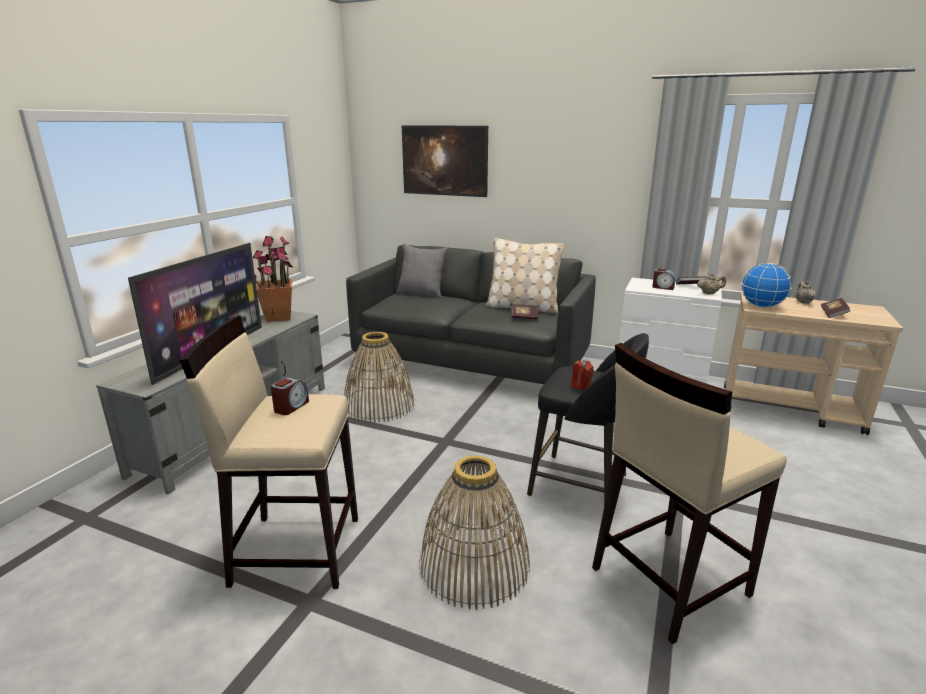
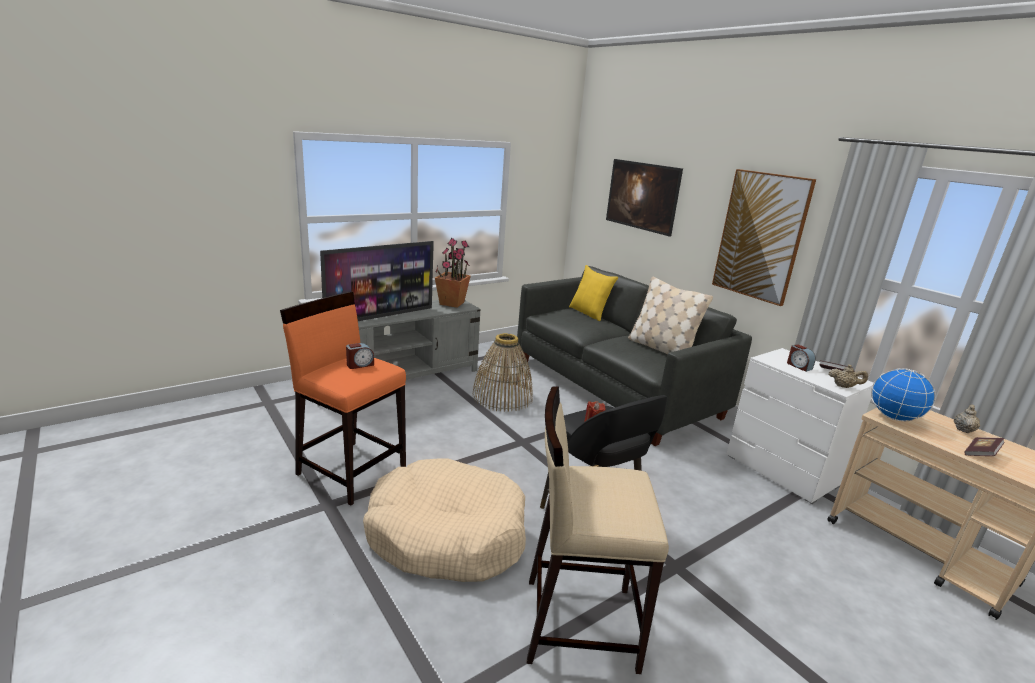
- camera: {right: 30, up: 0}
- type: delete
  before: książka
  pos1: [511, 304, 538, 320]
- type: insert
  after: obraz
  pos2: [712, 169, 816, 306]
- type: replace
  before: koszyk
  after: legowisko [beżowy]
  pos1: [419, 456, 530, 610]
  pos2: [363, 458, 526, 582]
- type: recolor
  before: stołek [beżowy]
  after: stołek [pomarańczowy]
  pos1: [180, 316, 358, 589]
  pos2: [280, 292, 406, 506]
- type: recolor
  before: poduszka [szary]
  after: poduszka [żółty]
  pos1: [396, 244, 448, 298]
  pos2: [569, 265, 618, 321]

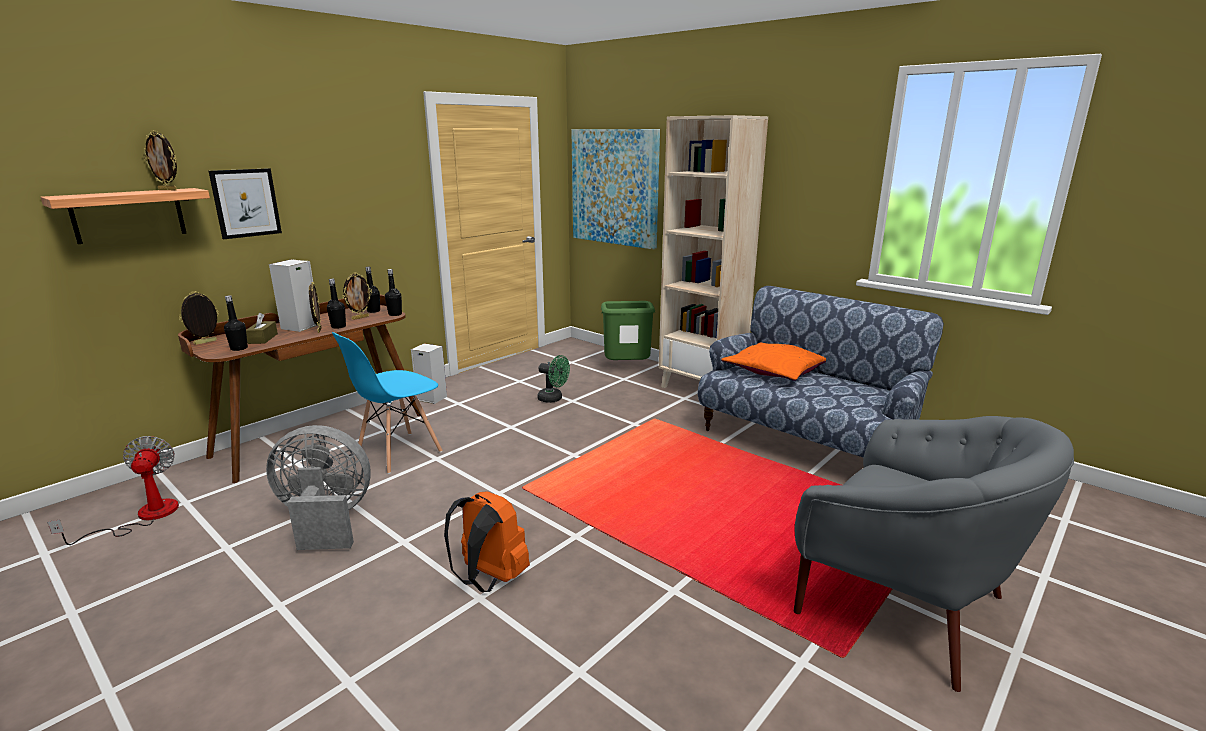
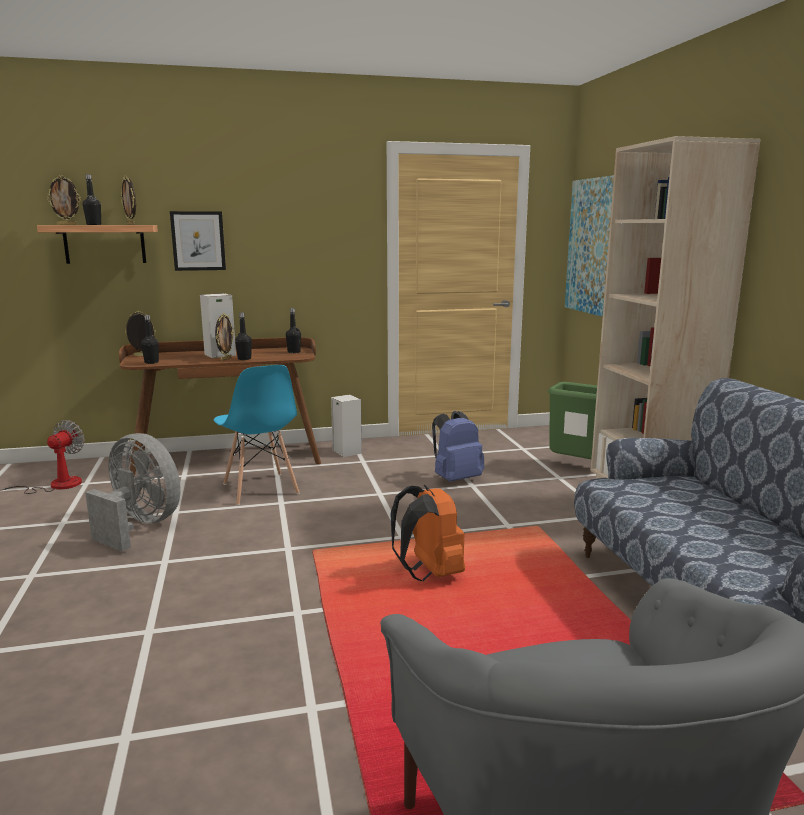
- camera: {right: 35, up: -5}
- type: delete
  before: pudełko chusteczek [brązowy]
  pos1: [246, 313, 278, 344]
- type: delete
  before: poduszka [pomarańczowy]
  pos1: [721, 343, 826, 381]
- type: move
  before: ramka na zdjęcie
  pos1: [342, 272, 372, 320]
  pos2: [47, 175, 81, 225]
- type: move
  before: butelka [czarny]
  pos1: [385, 269, 402, 316]
  pos2: [83, 174, 101, 225]
- type: move
  before: plecak [pomarańczowy]
  pos1: [444, 491, 530, 592]
  pos2: [391, 485, 465, 581]
- type: replace
  before: wentylator [zielony]
  after: plecak [niebieski]
  pos1: [537, 355, 570, 403]
  pos2: [432, 411, 484, 482]
- type: rotate
  before: krzesło [niebieski]
  pos1: [332, 332, 443, 474]
  pos2: [214, 365, 300, 505]
  turn: -105

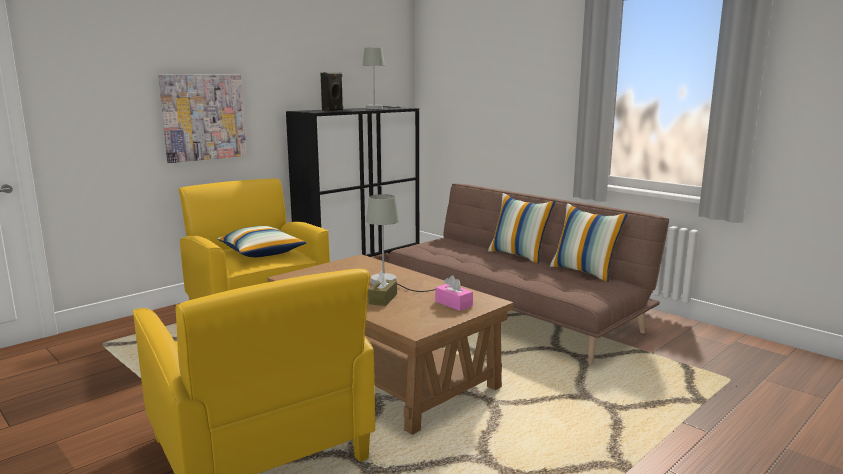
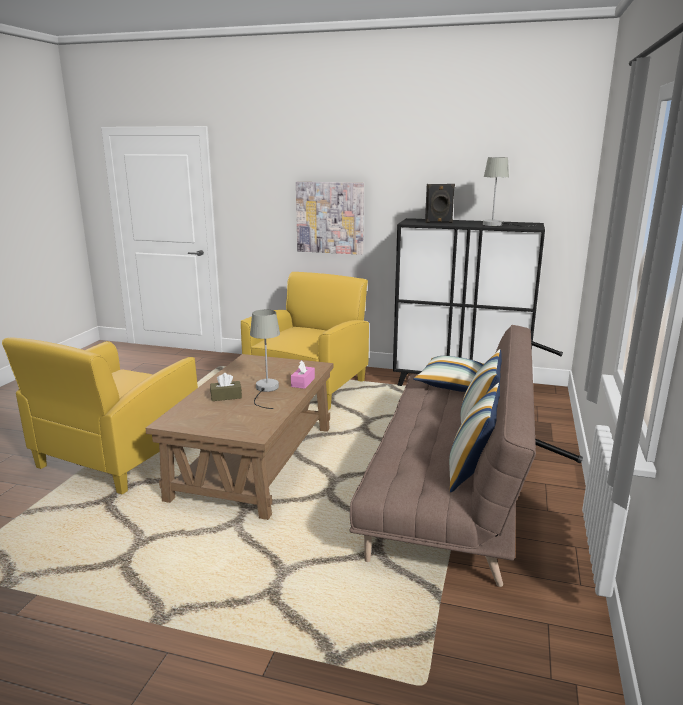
- camera: {right: 60, up: 5}
- type: move
  before: poduszka
  pos1: [218, 226, 307, 257]
  pos2: [413, 356, 484, 392]
- type: move
  before: pudełko chusteczek [różowy]
  pos1: [435, 275, 473, 311]
  pos2: [291, 360, 315, 389]

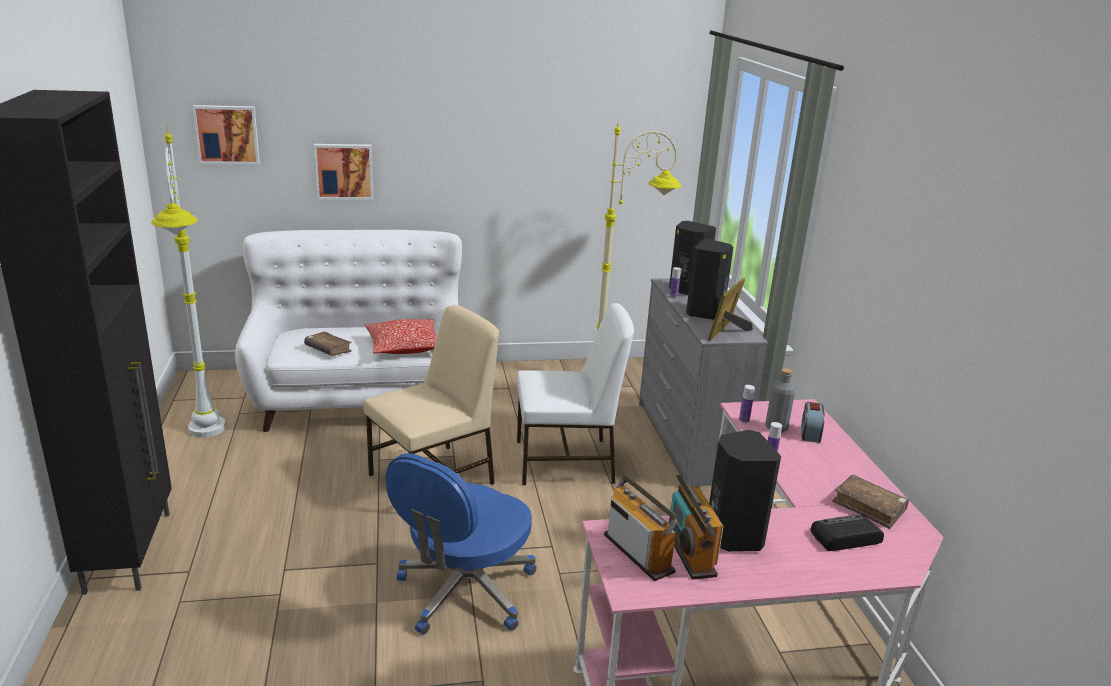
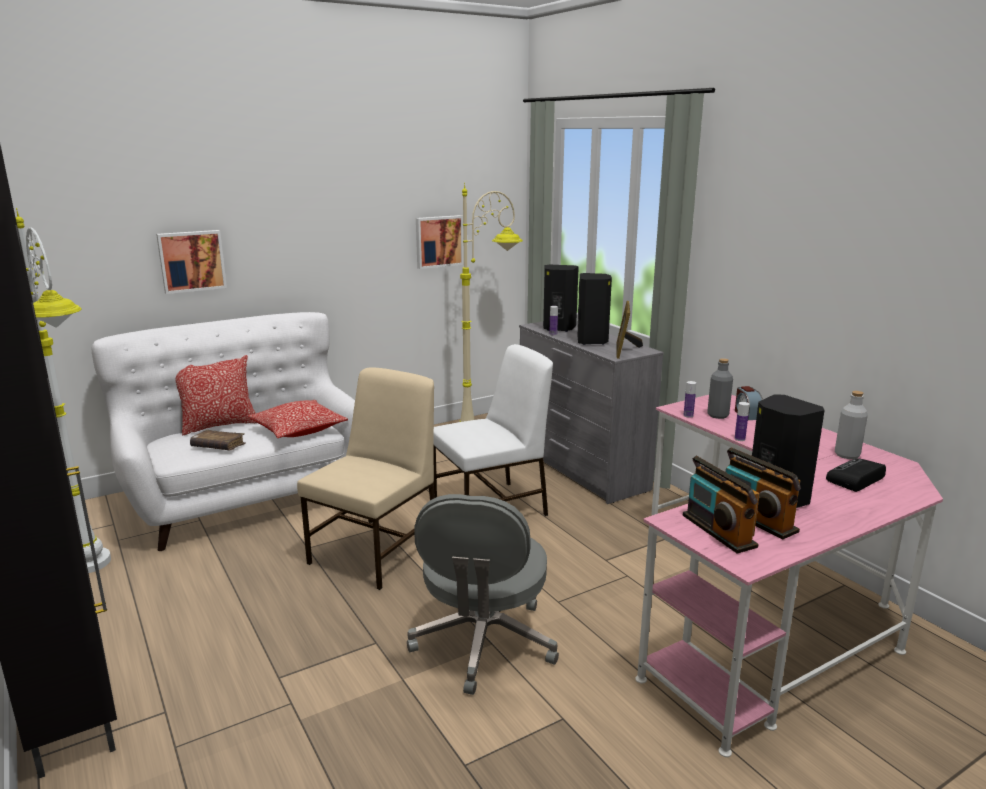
- camera: {right: -20, up: -5}
- type: insert
  after: poduszka
  pos2: [176, 355, 257, 436]
- type: move
  before: obraz
  pos1: [192, 105, 260, 165]
  pos2: [416, 215, 464, 269]
- type: replace
  before: książka [brązowy]
  after: butelka [szary]
  pos1: [832, 475, 909, 529]
  pos2: [835, 391, 868, 459]
- type: recolor
  before: krzesło biurowe [niebieski]
  after: krzesło biurowe [szary]
  pos1: [386, 453, 537, 635]
  pos2: [407, 494, 559, 695]
- type: rotate
  before: radio
  pos1: [604, 476, 678, 581]
  pos2: [683, 456, 760, 554]
  turn: -150

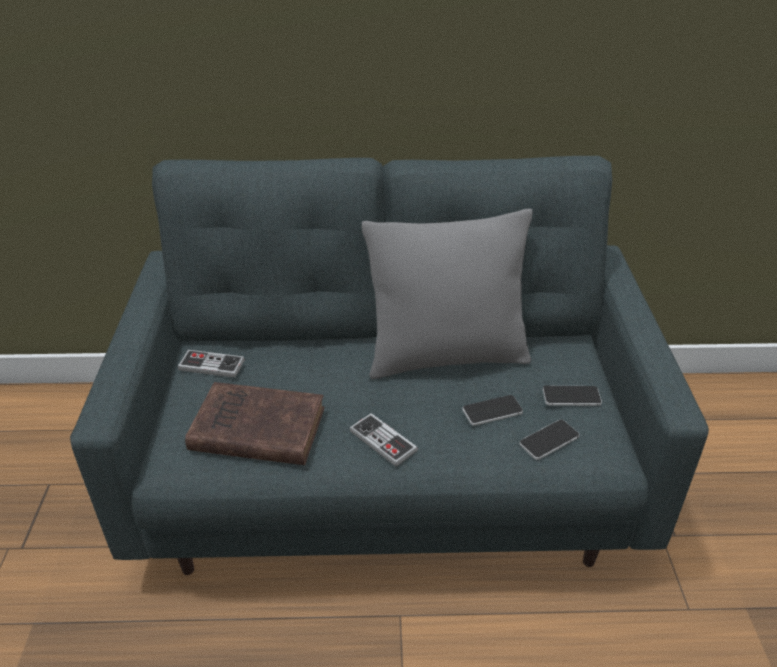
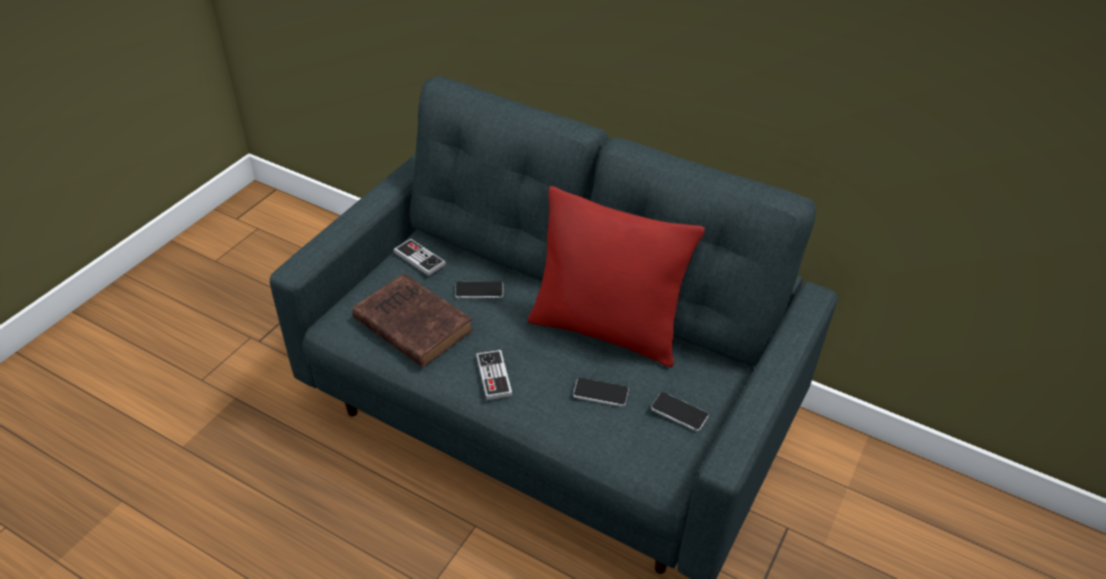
- camera: {right: 30, up: 5}
- type: move
  before: telefon
  pos1: [519, 419, 580, 460]
  pos2: [455, 281, 503, 298]
- type: recolor
  before: poduszka [szary]
  after: poduszka [czerwony]
  pos1: [362, 209, 533, 379]
  pos2: [528, 186, 705, 368]

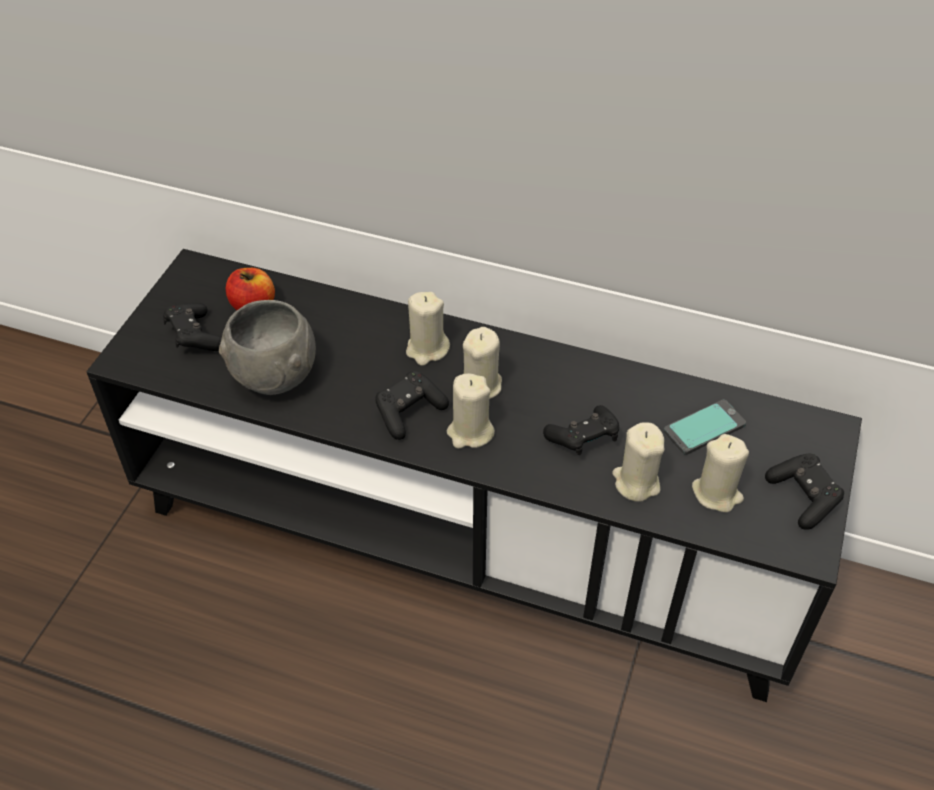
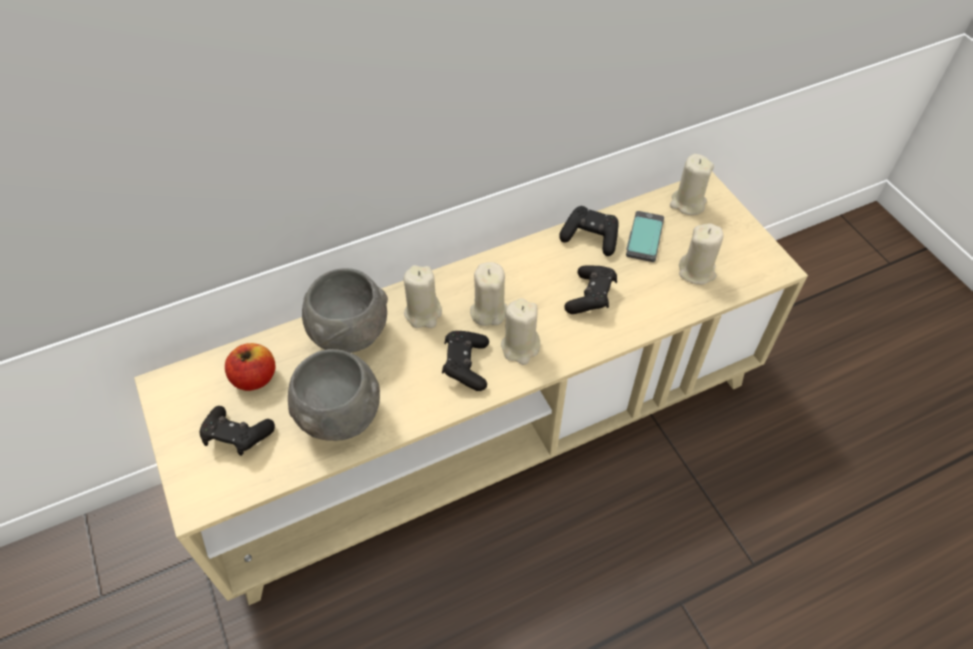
- camera: {right: -45, up: 5}
- type: insert
  after: miska [szary]
  pos2: [302, 268, 388, 353]
- type: move
  before: świeca [beżowy]
  pos1: [612, 422, 665, 502]
  pos2: [670, 154, 714, 215]
- type: move
  before: pad do gier [czarny]
  pos1: [765, 454, 844, 530]
  pos2: [559, 206, 619, 256]
- type: recolor
  before: szafka pod telewizor [czarny]
  after: szafka pod telewizor [beżowy]
  pos1: [86, 249, 862, 702]
  pos2: [134, 172, 808, 605]

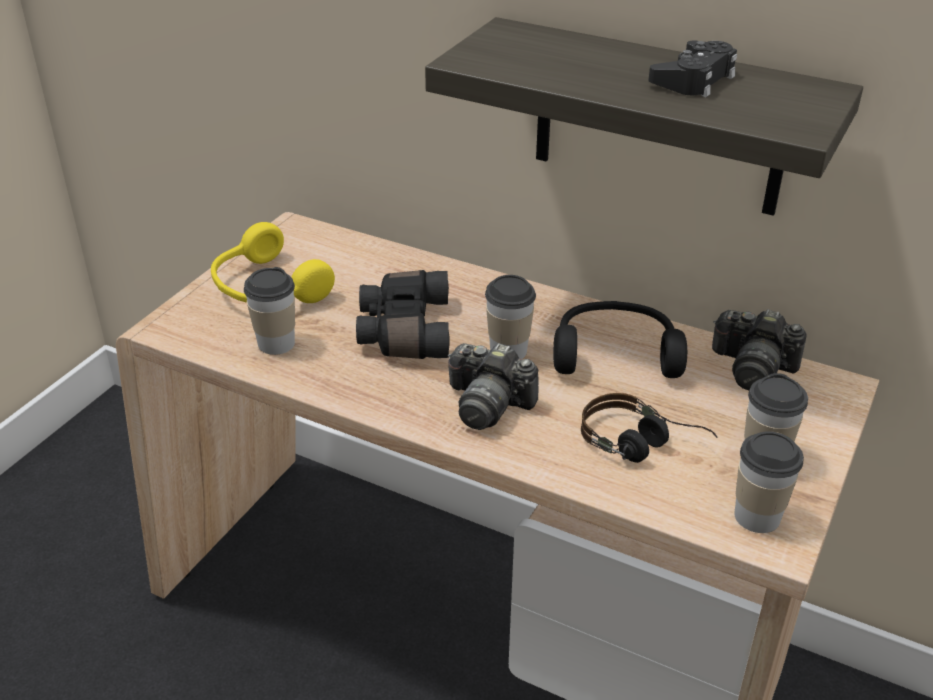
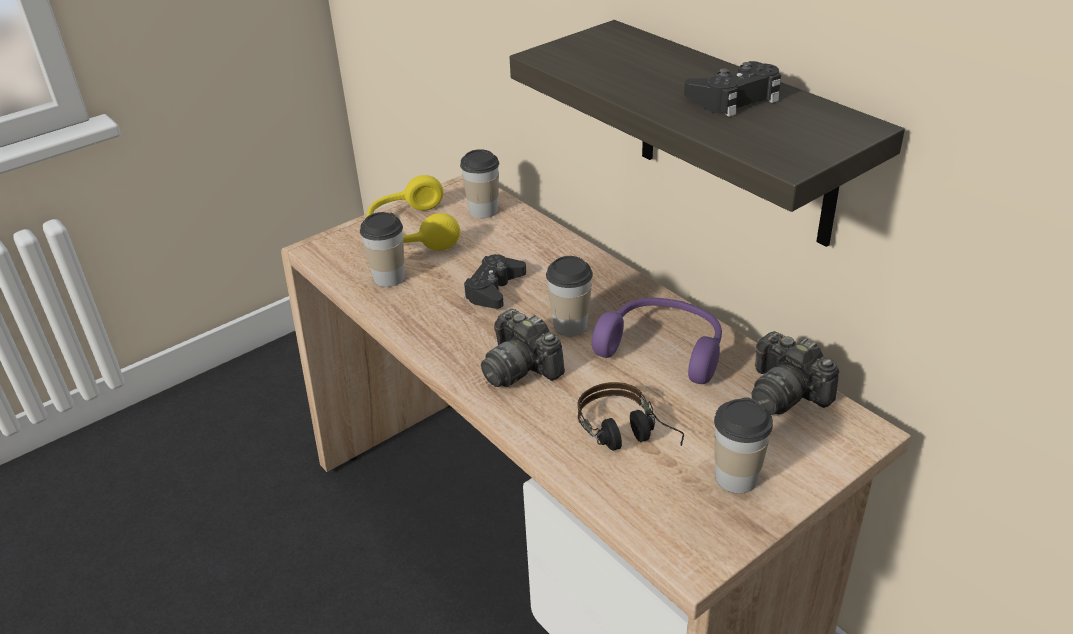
- camera: {right: 25, up: 0}
- type: move
  before: filiżanka
  pos1: [734, 431, 804, 533]
  pos2: [460, 149, 499, 218]
- type: replace
  before: lornetka [czarny]
  after: pad do gier [czarny]
  pos1: [356, 270, 450, 359]
  pos2: [464, 254, 526, 309]
- type: recolor
  before: słuchawki [czarny]
  after: słuchawki [fioletowy]
  pos1: [553, 301, 687, 378]
  pos2: [592, 298, 722, 384]

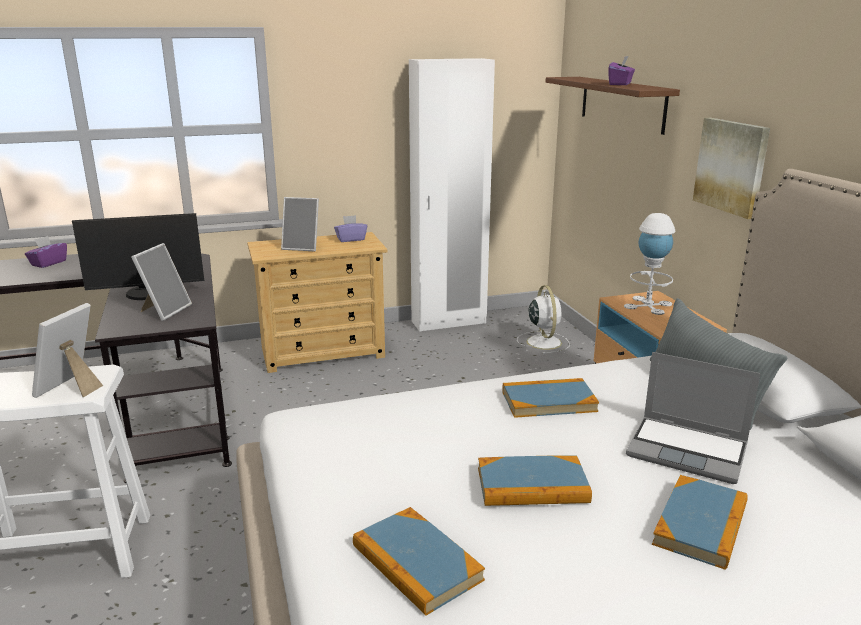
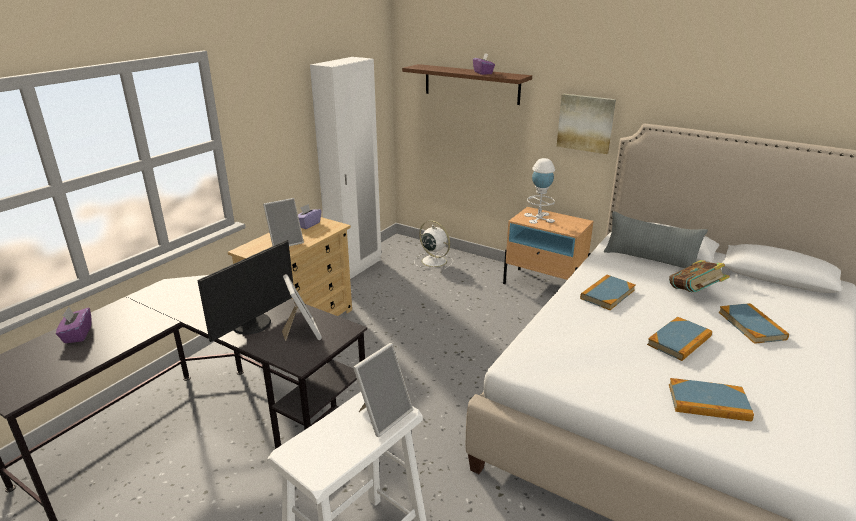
- camera: {right: -40, up: 5}
- type: replace
  before: laptop
  after: książka
  pos1: [626, 352, 760, 484]
  pos2: [669, 260, 730, 292]
- type: rotate
  before: ramka na zdjęcie
  pos1: [32, 303, 103, 398]
  pos2: [353, 343, 413, 437]
  turn: -120

